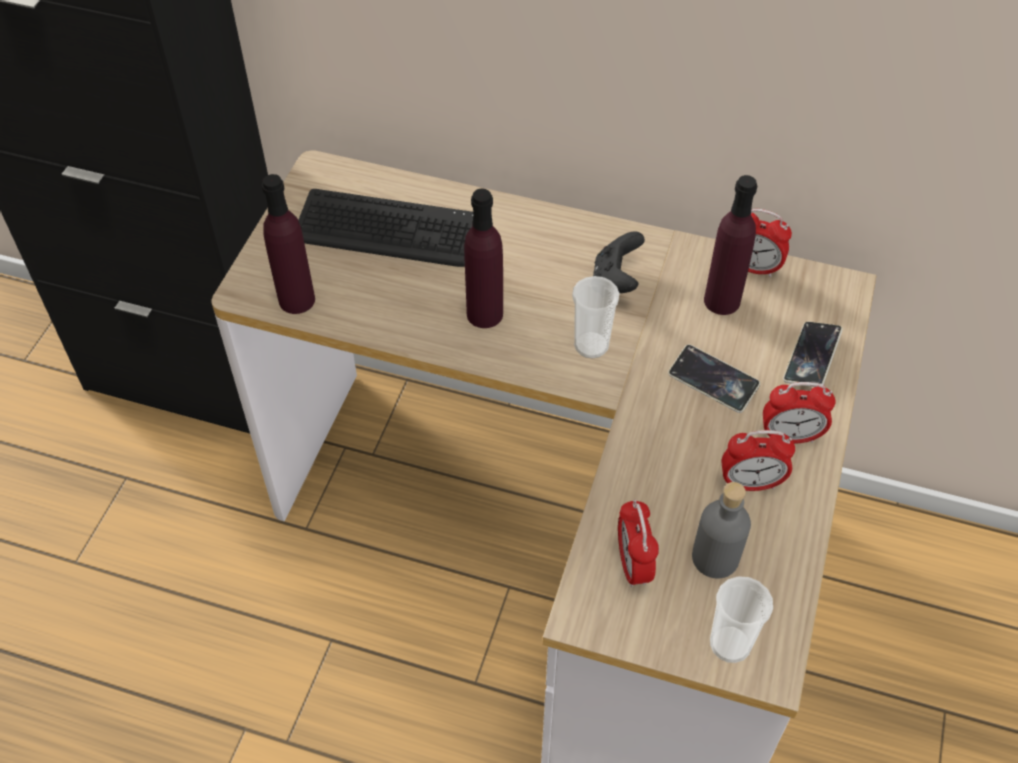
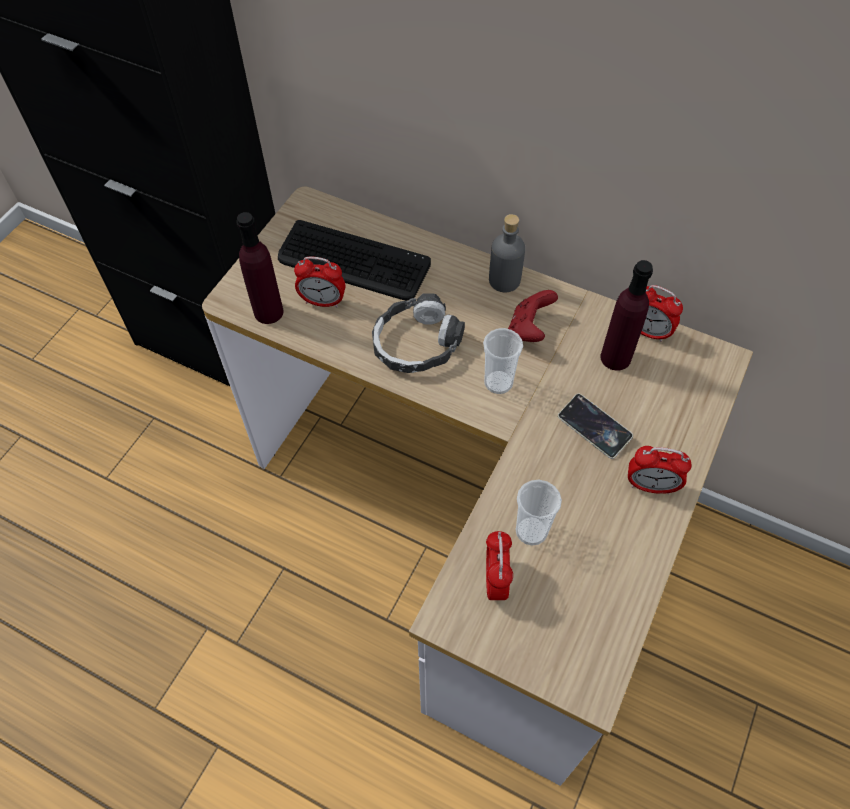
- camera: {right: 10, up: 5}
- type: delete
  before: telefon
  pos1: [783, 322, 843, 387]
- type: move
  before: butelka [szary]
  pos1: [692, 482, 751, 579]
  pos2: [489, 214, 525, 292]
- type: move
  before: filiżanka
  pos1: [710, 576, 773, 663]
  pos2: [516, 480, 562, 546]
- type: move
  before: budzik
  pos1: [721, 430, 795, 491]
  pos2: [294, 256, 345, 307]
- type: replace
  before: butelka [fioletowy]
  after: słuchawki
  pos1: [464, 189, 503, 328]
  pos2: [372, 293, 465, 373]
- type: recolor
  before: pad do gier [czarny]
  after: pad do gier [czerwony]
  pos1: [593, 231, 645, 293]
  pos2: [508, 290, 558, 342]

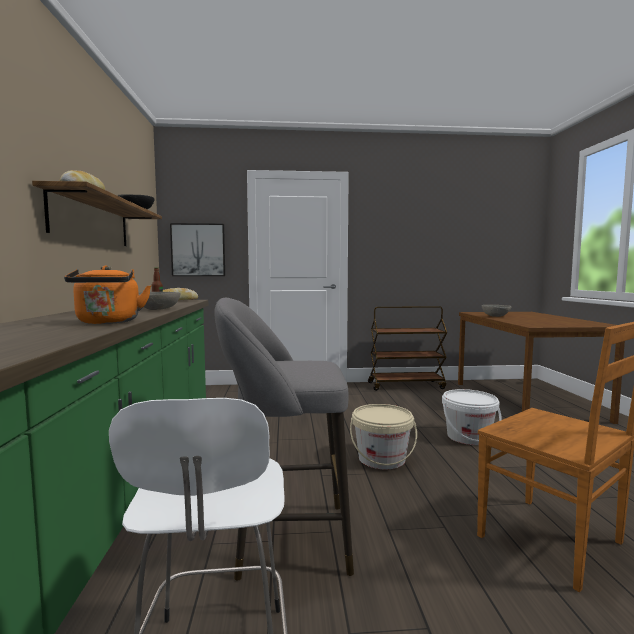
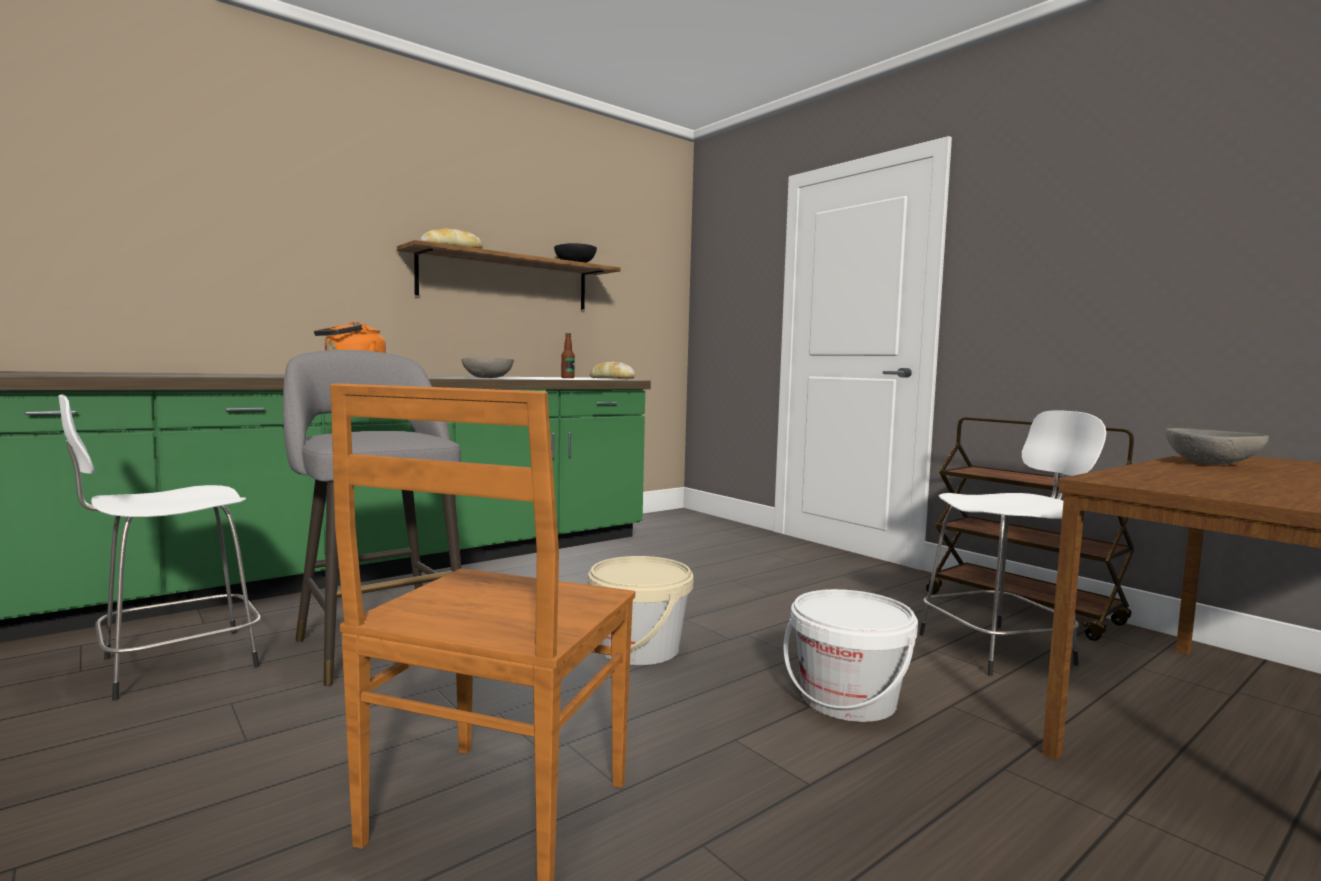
- camera: {right: 55, up: 0}
- type: delete
  before: obraz
  pos1: [170, 223, 225, 276]
- type: insert
  after: stołek [biały]
  pos2: [919, 410, 1106, 676]

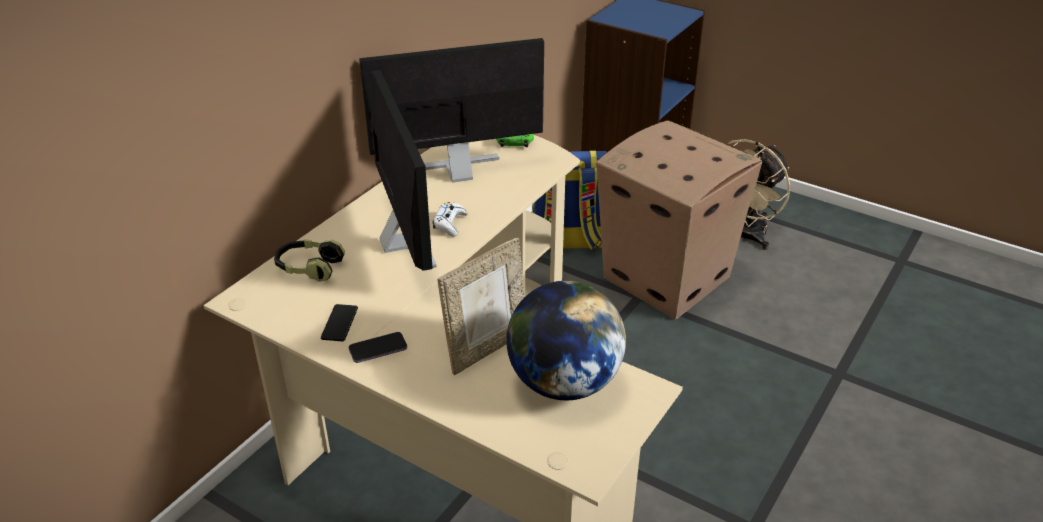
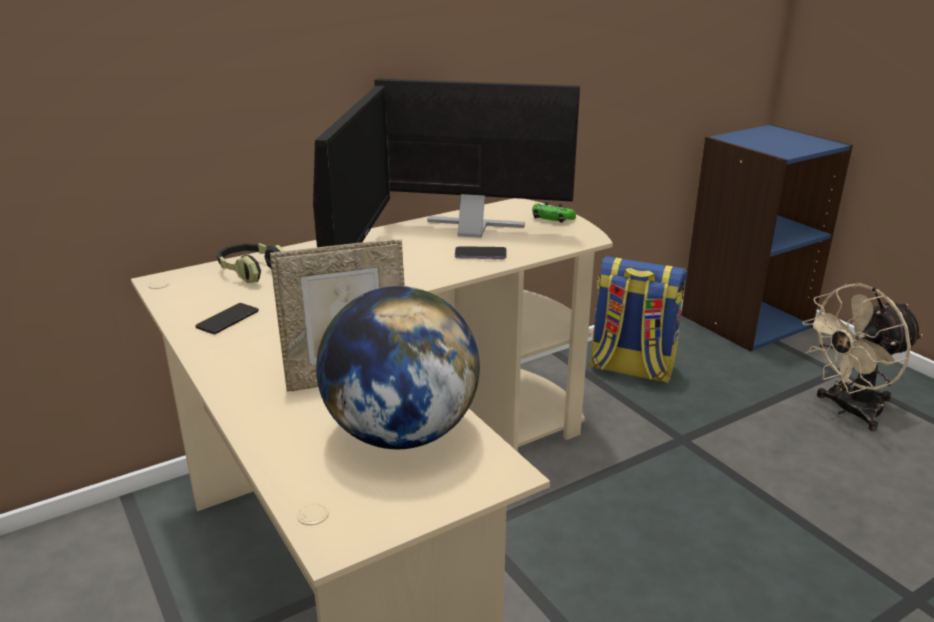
- camera: {right: 25, up: -10}
- type: delete
  before: pad do gier [biały]
  pos1: [433, 202, 467, 237]
- type: delete
  before: karton
  pos1: [596, 120, 762, 319]
- type: move
  before: telefon
  pos1: [348, 332, 407, 363]
  pos2: [455, 246, 507, 259]

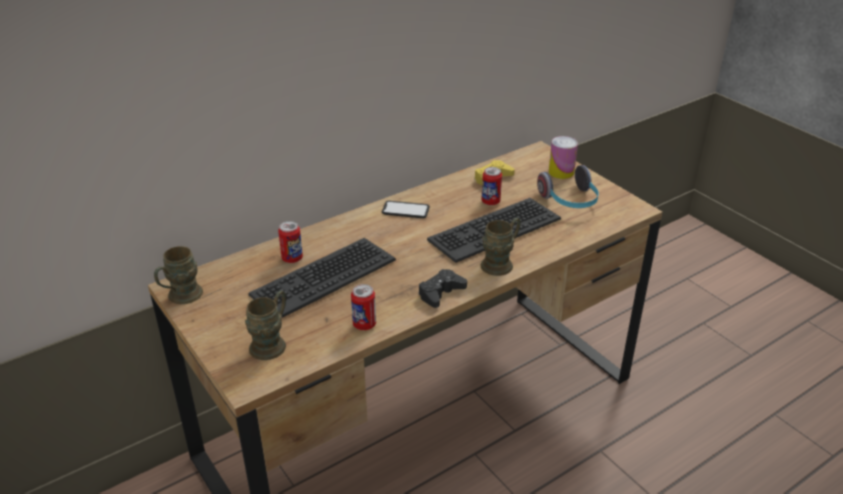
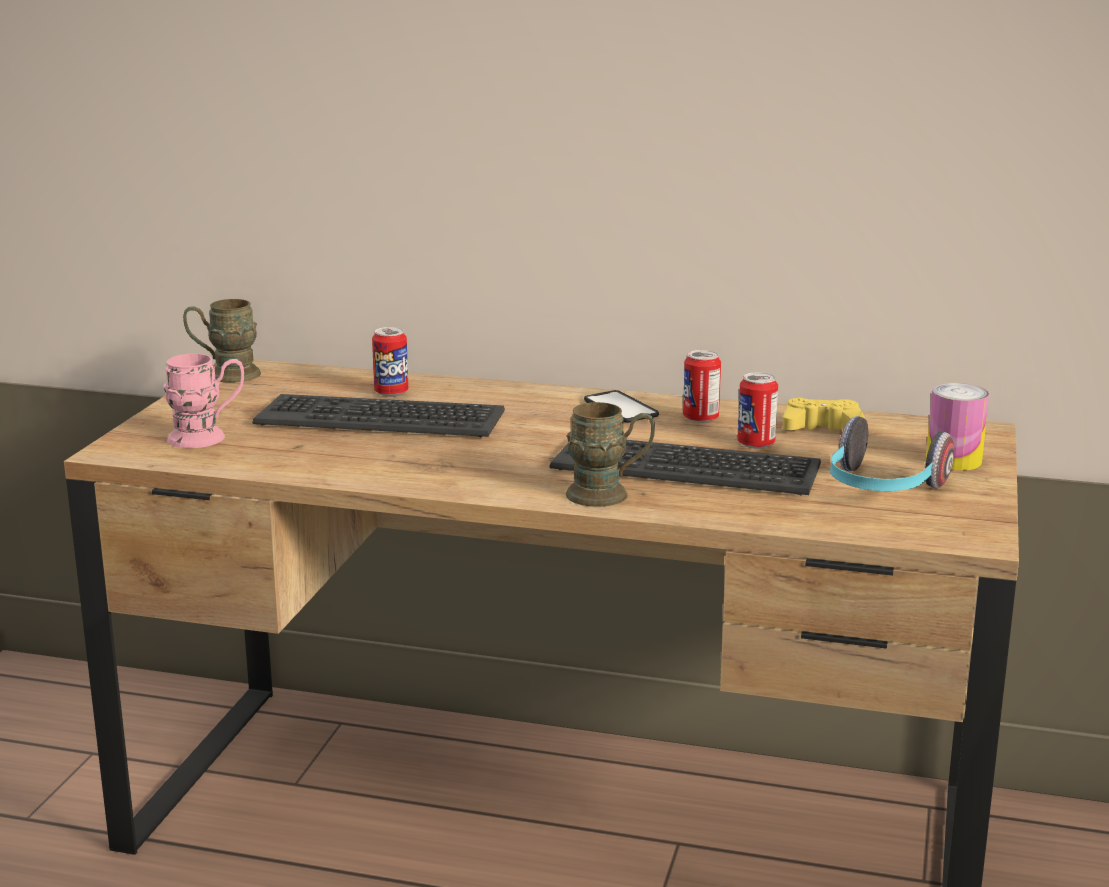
- camera: {right: 50, up: -15}
- type: delete
  before: pad do gier [czarny]
  pos1: [419, 269, 467, 308]
- type: move
  before: puszka
  pos1: [351, 284, 376, 330]
  pos2: [683, 350, 721, 423]
- type: recolor
  before: kubek [brązowy]
  after: kubek [różowy]
  pos1: [245, 291, 286, 360]
  pos2: [163, 354, 244, 448]

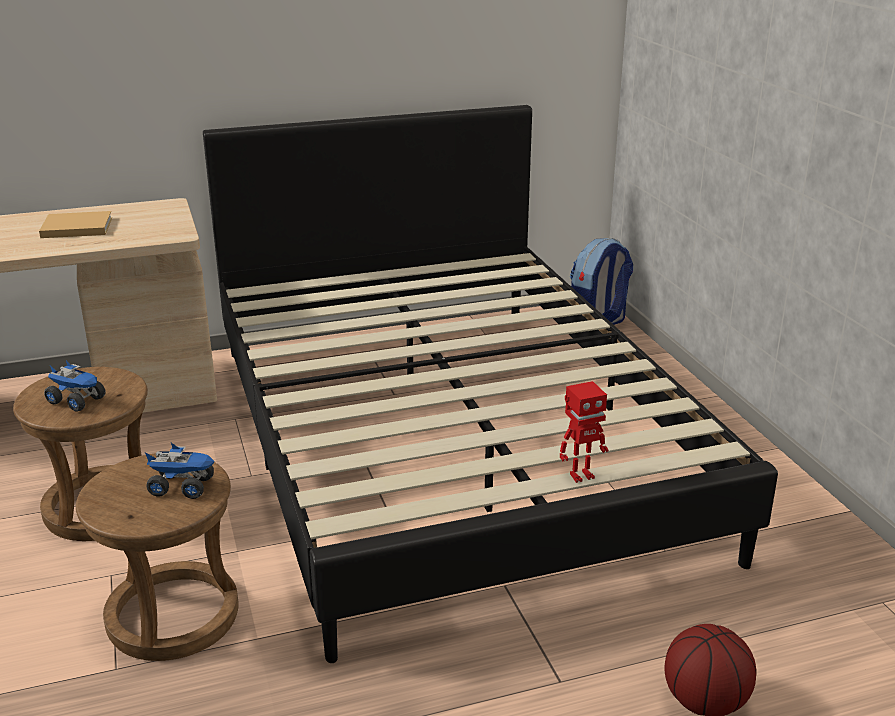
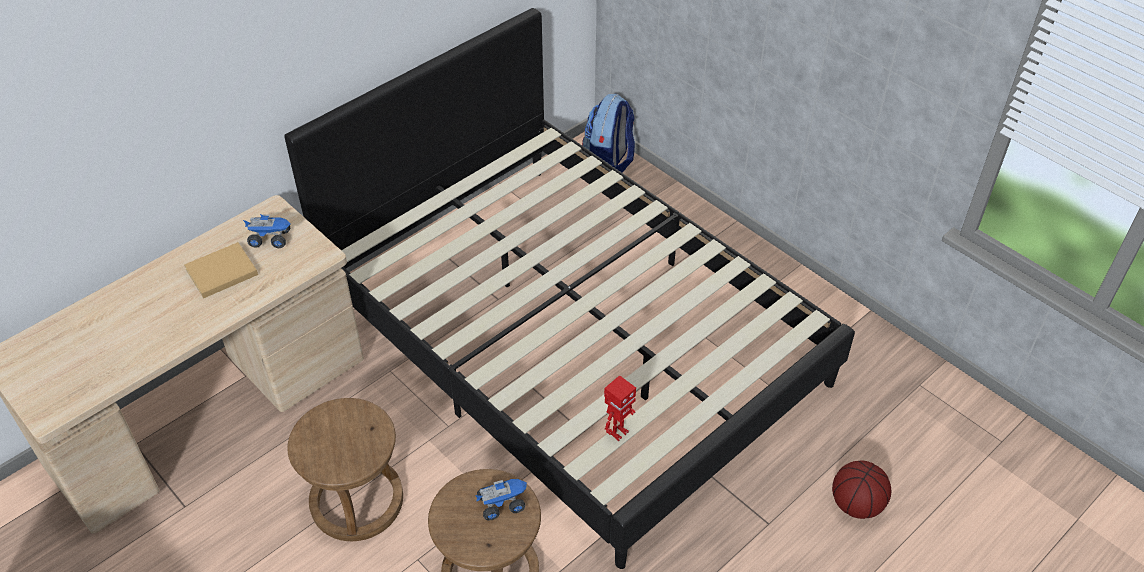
- camera: {right: -25, up: 20}
- type: move
  before: ciężarówka zabawkowa
  pos1: [44, 360, 105, 412]
  pos2: [243, 214, 291, 248]
- type: move
  before: robot zabawkowy
  pos1: [560, 381, 608, 483]
  pos2: [604, 375, 636, 441]

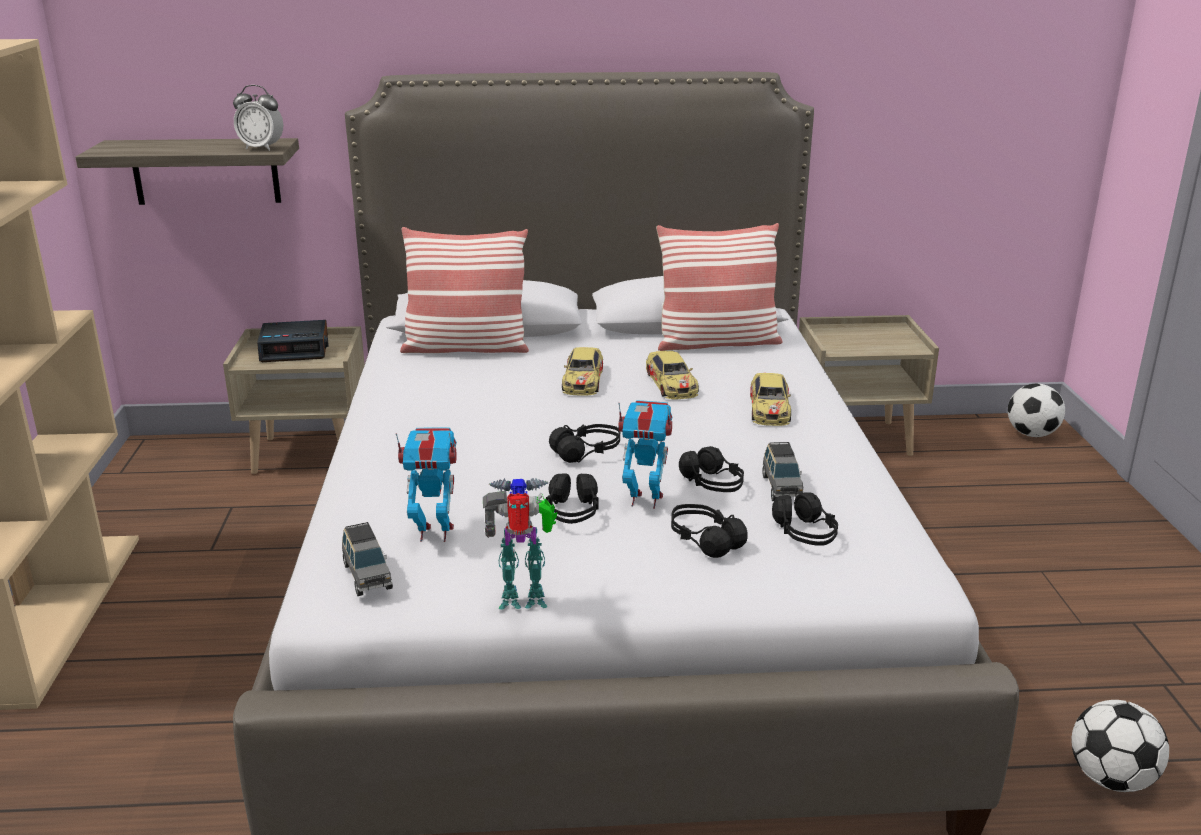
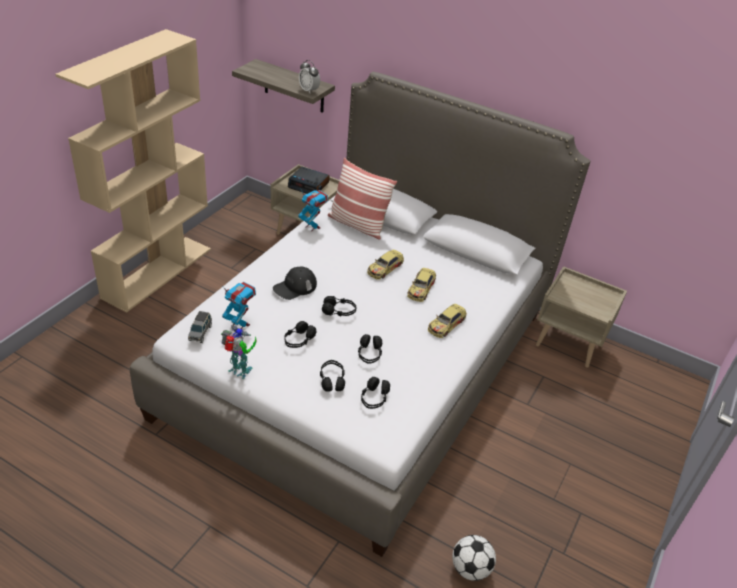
- camera: {right: 30, up: 15}
- type: delete
  before: poduszka
  pos1: [656, 223, 783, 351]
- type: delete
  before: samochodzik [szary]
  pos1: [762, 442, 804, 501]
- type: delete
  before: piłka futbolowa
  pos1: [1008, 383, 1065, 437]
- type: insert
  after: czapka z daszkiem [czarny]
  pos2: [273, 266, 317, 300]
- type: move
  before: robot zabawkowy
  pos1: [618, 400, 673, 509]
  pos2: [298, 190, 328, 231]

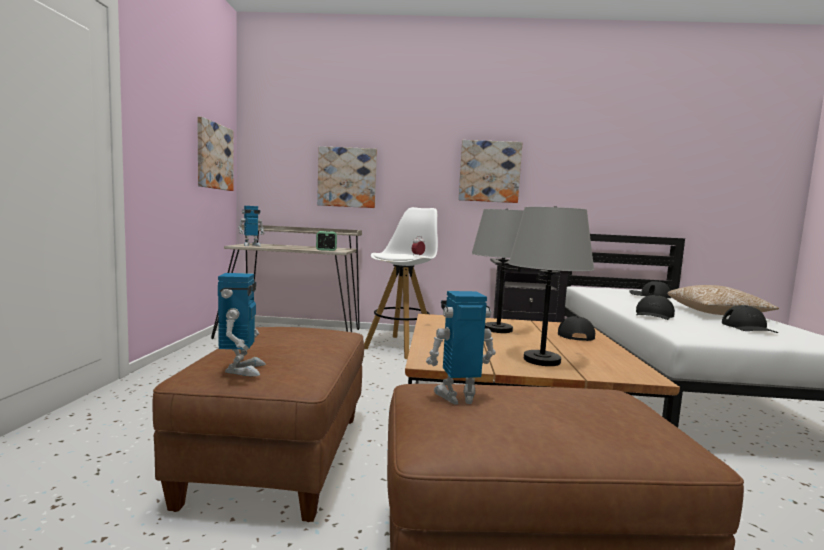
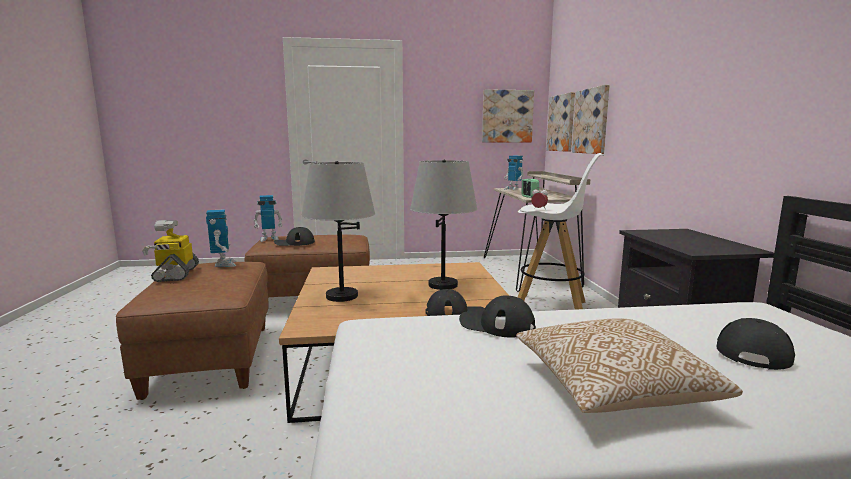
- camera: {right: 80, up: 5}
- type: insert
  after: robot zabawkowy
  pos2: [142, 220, 199, 282]
- type: move
  before: obraz
  pos1: [459, 140, 522, 203]
  pos2: [547, 92, 575, 152]
- type: move
  before: czapka z daszkiem [czarny]
  pos1: [722, 305, 778, 333]
  pos2: [274, 227, 315, 246]

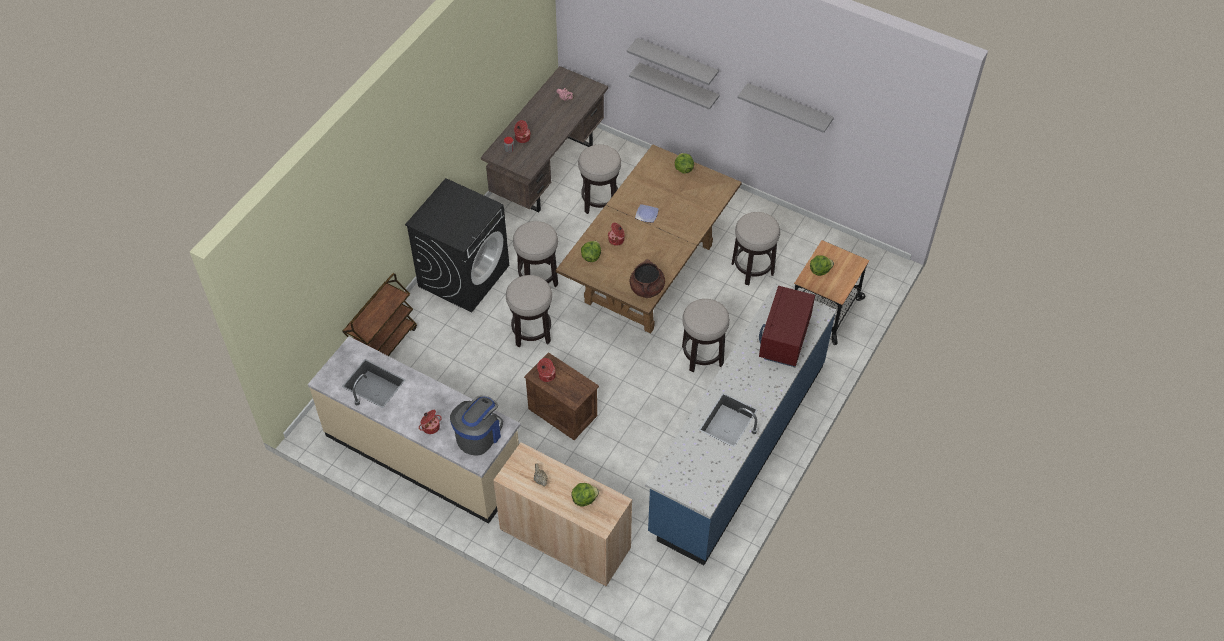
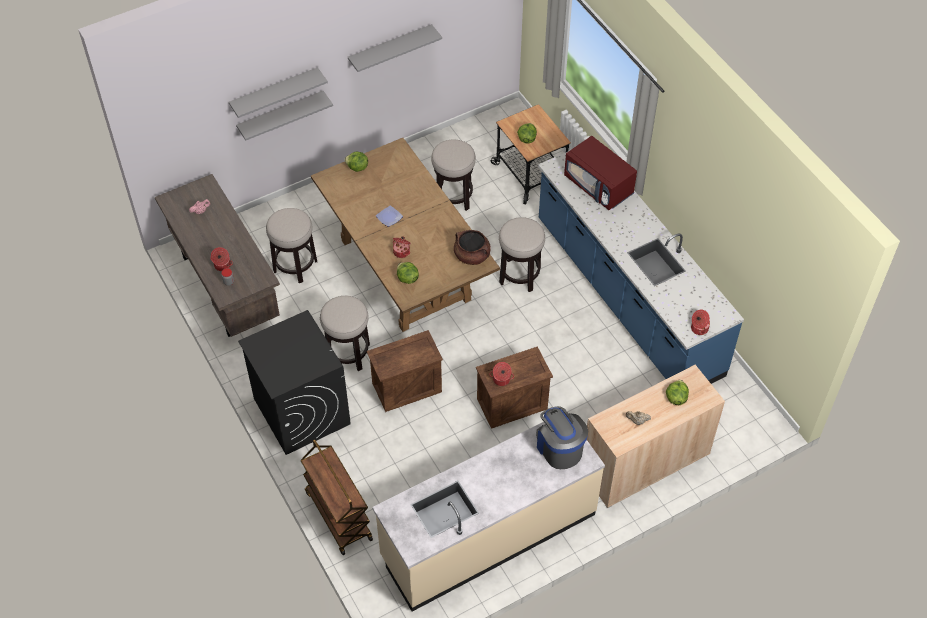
- camera: {right: -60, up: 0}
- type: move
  before: garnek
  pos1: [419, 410, 442, 434]
  pos2: [691, 310, 710, 335]
- type: replace
  before: stołek
  after: skrzynka
  pos1: [506, 275, 552, 348]
  pos2: [367, 330, 443, 412]

